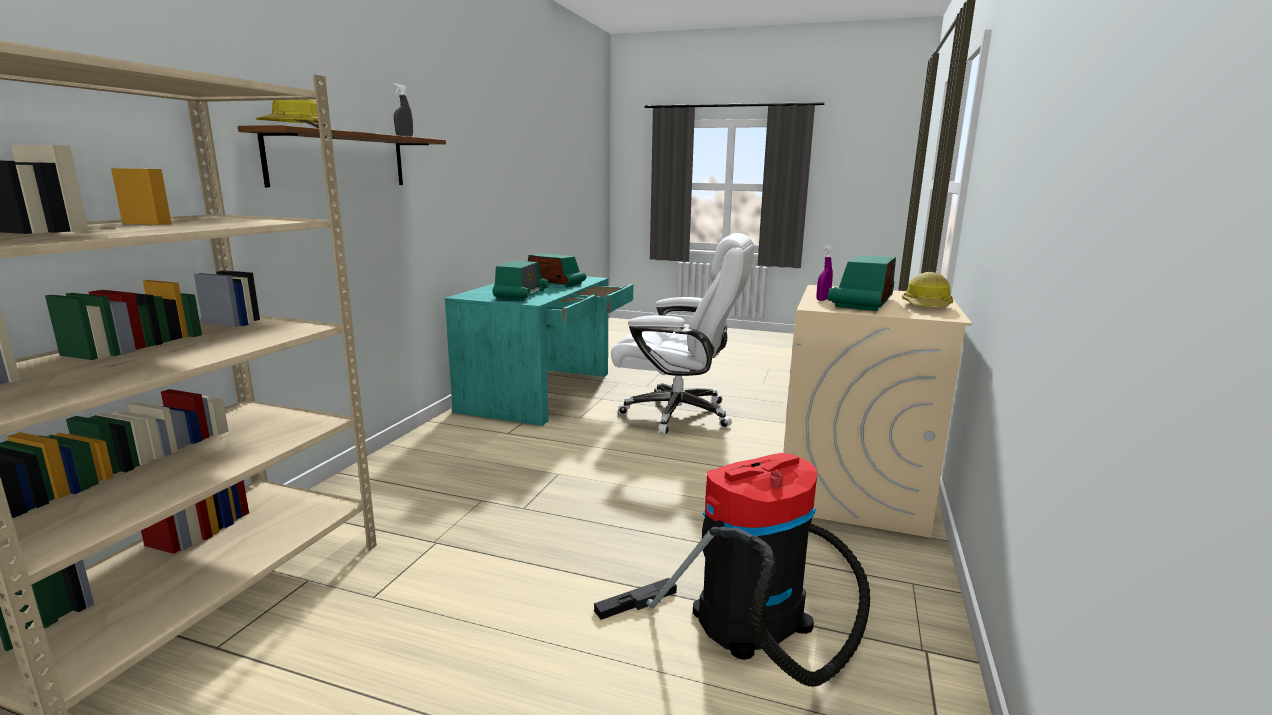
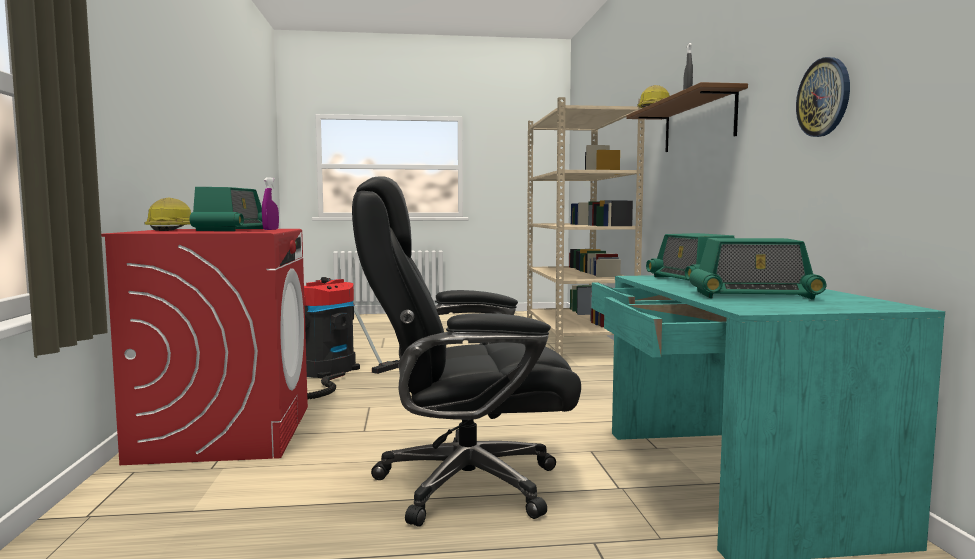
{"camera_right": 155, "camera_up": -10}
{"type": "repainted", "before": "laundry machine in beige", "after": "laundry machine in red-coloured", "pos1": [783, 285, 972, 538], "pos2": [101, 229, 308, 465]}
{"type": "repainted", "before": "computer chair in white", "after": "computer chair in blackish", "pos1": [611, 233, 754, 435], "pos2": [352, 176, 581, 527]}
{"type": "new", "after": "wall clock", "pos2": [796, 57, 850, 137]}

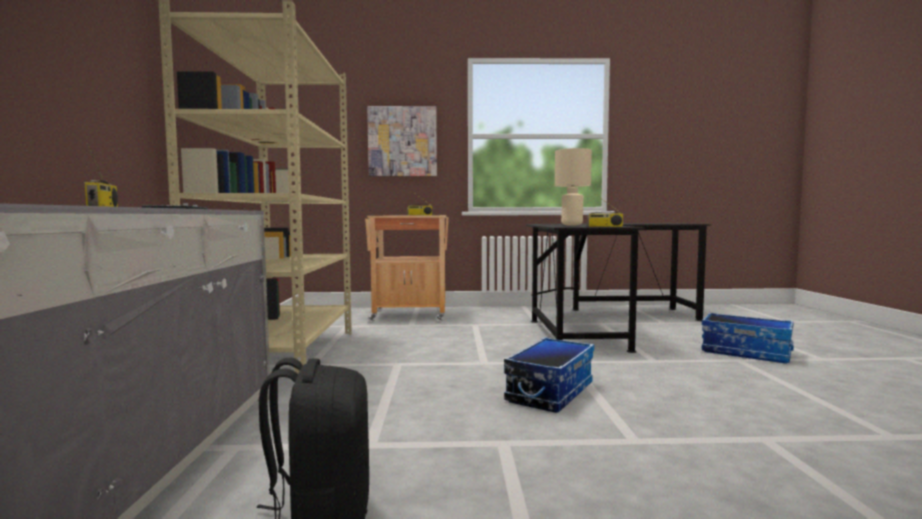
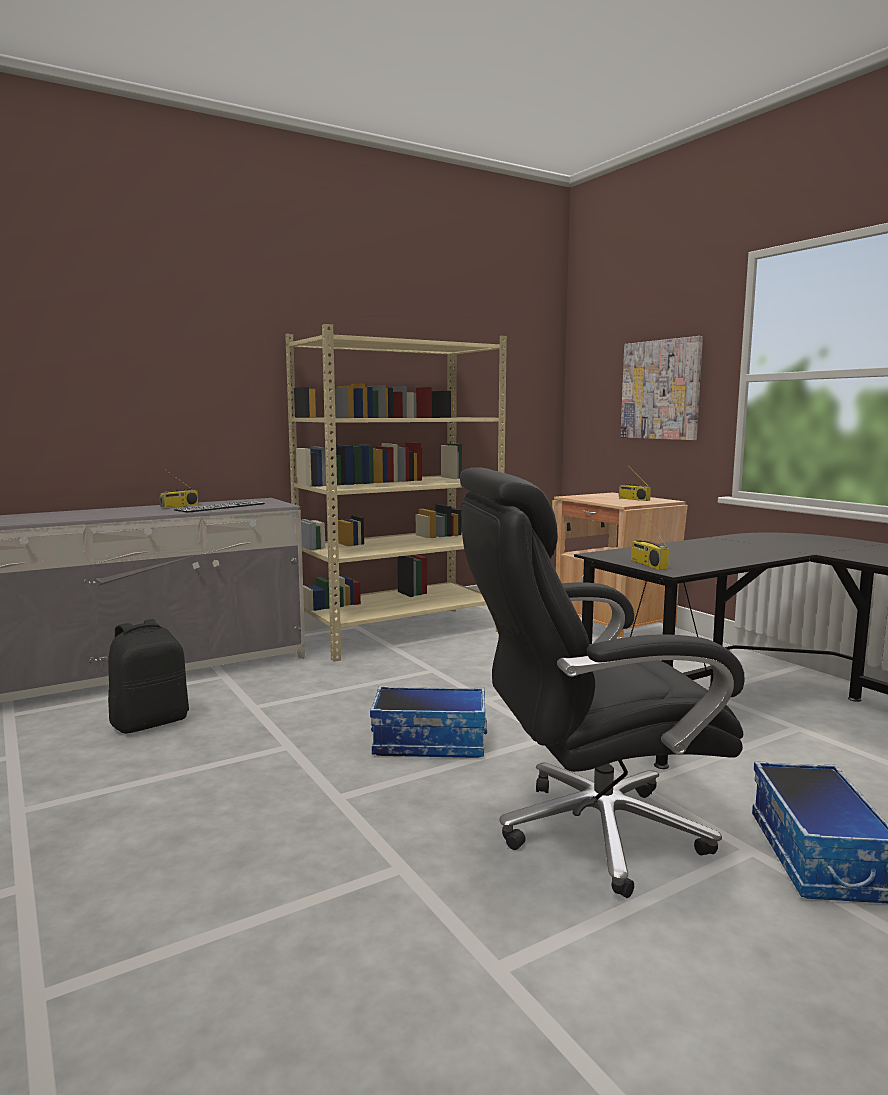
{"camera_right": 60, "camera_up": 5}
{"type": "new", "after": "computer chair in blackish", "pos2": [460, 467, 744, 898]}
{"type": "gone", "before": "table lamp in beige", "pos1": [555, 148, 592, 226]}

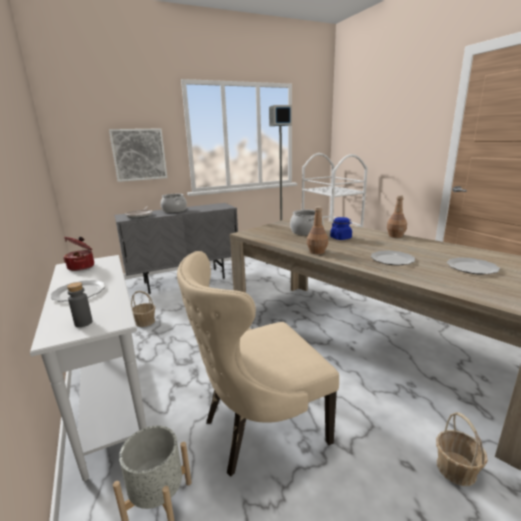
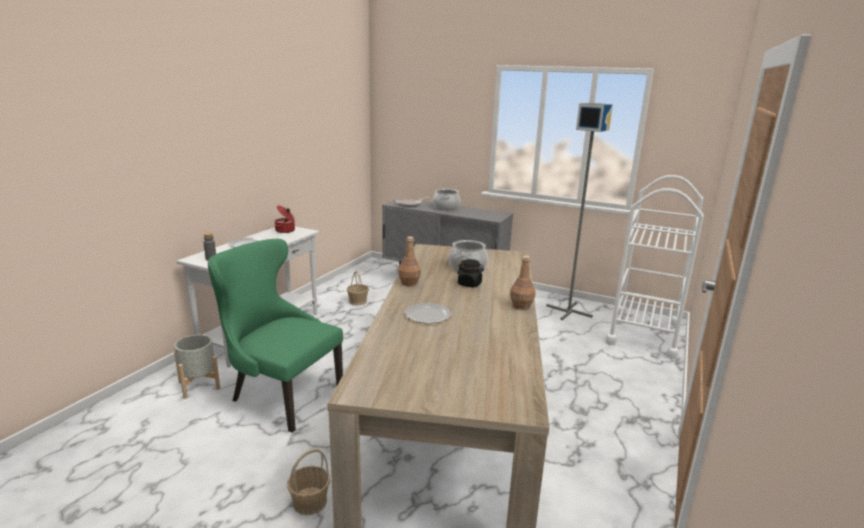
{"camera_right": 50, "camera_up": 0}
{"type": "repainted", "before": "upright chair in beige", "after": "upright chair in green", "pos1": [177, 251, 339, 477], "pos2": [208, 239, 343, 433]}
{"type": "repainted", "before": "preserve jar in bluish", "after": "preserve jar in blackish", "pos1": [330, 217, 352, 240], "pos2": [457, 259, 484, 288]}
{"type": "gone", "before": "picture", "pos1": [109, 128, 167, 182]}
{"type": "gone", "before": "dinner plate", "pos1": [447, 258, 500, 274]}

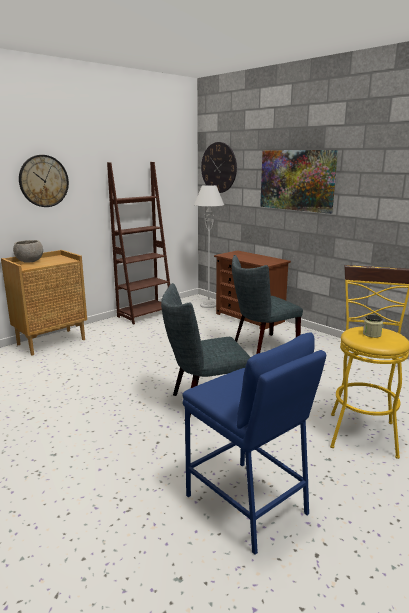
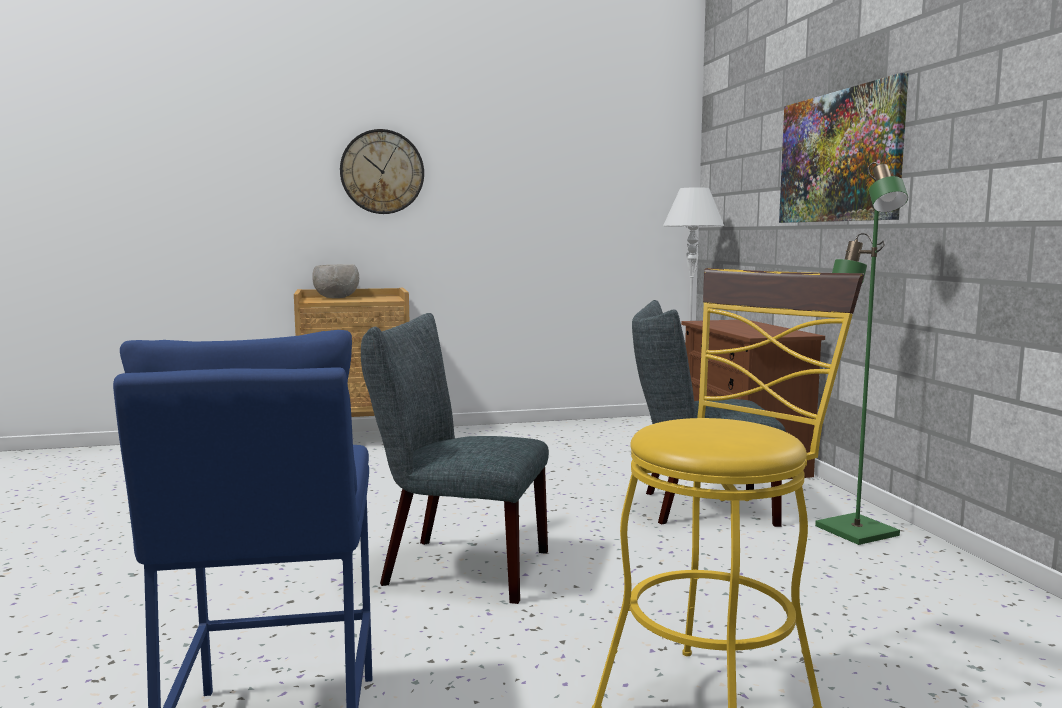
{"camera_right": 30, "camera_up": -10}
{"type": "new", "after": "standing lamp in green", "pos2": [815, 162, 908, 545]}
{"type": "gone", "before": "bookshelf in brown", "pos1": [107, 162, 170, 324]}
{"type": "gone", "before": "wall clock", "pos1": [201, 142, 237, 193]}
{"type": "gone", "before": "preserve jar", "pos1": [363, 315, 383, 338]}

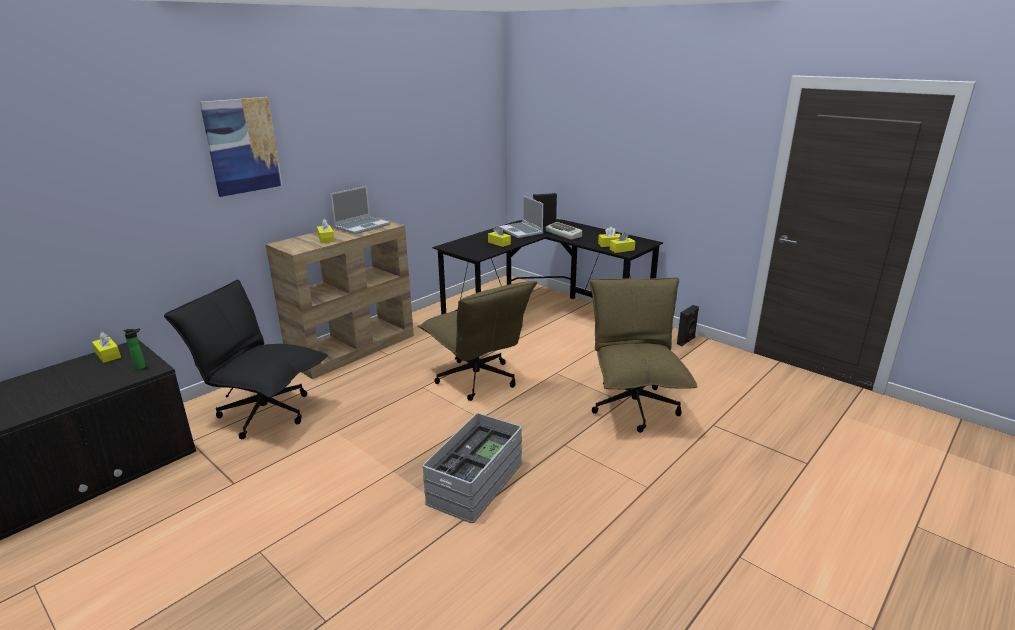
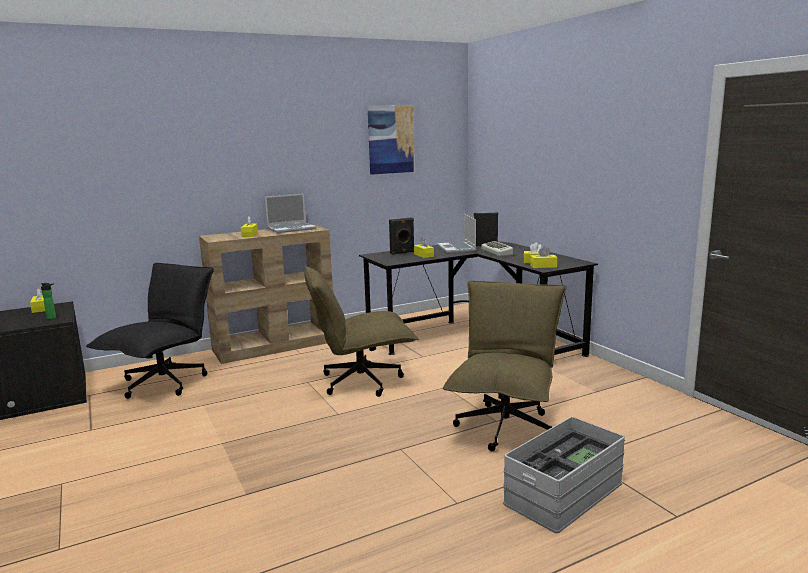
{"camera_right": 20, "camera_up": -10}
{"type": "rotated", "before": "computer chair in blackish", "pos1": [164, 280, 328, 439], "pos2": [86, 263, 214, 399], "turn": 75}
{"type": "rotated", "before": "computer chair in beige", "pos1": [417, 281, 537, 401], "pos2": [304, 266, 419, 397], "turn": 90}
{"type": "shifted", "before": "picture", "pos1": [200, 97, 282, 197], "pos2": [367, 105, 415, 175]}
{"type": "shifted", "before": "audio speaker in blackish", "pos1": [677, 305, 699, 346], "pos2": [389, 218, 414, 255]}
{"type": "shifted", "before": "storage container in gray", "pos1": [423, 413, 522, 523], "pos2": [503, 417, 625, 533]}

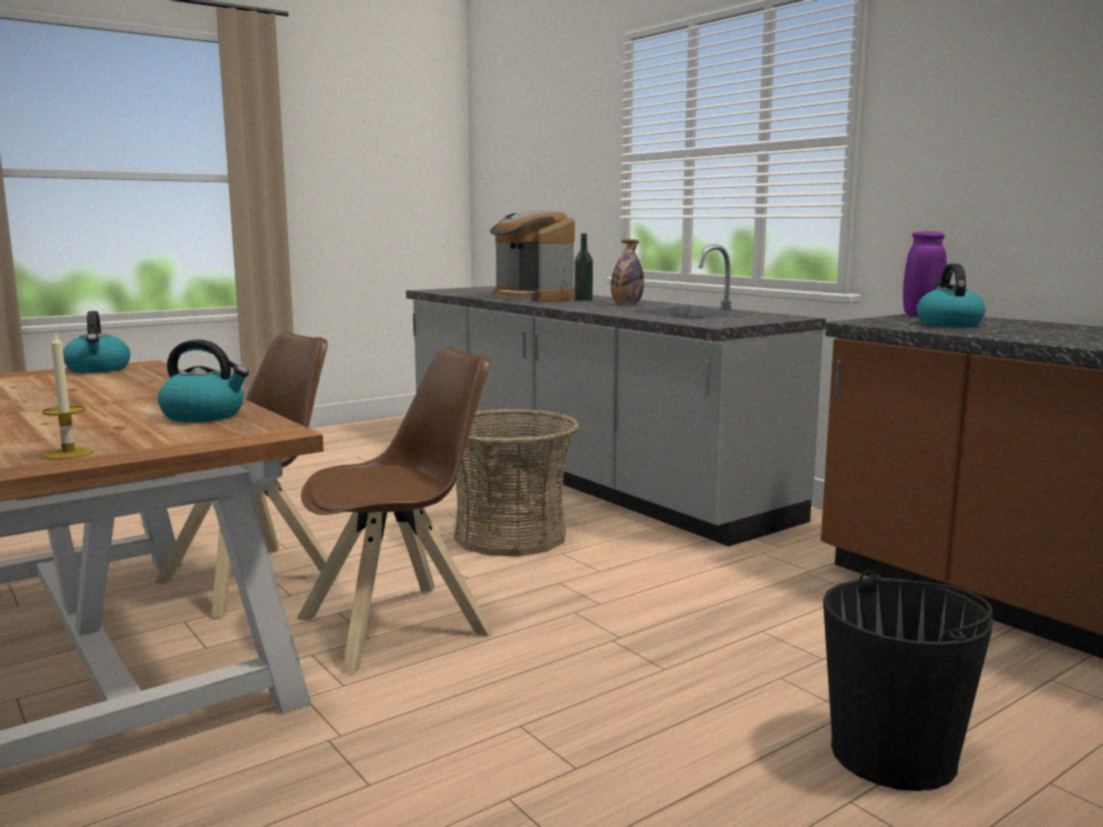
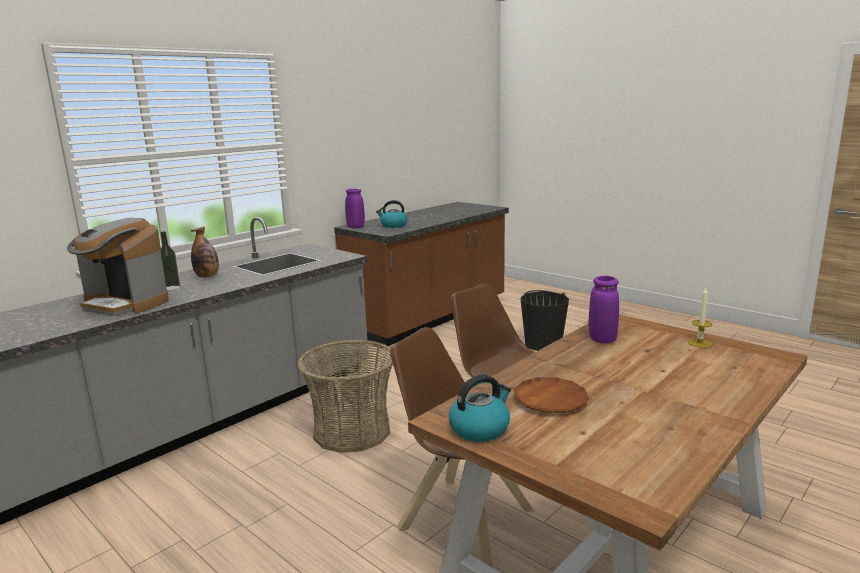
{"camera_right": -100, "camera_up": 5}
{"type": "rotated", "before": "coffee brewer", "pos1": [490, 210, 575, 302], "pos2": [67, 218, 169, 316], "turn": 75}
{"type": "new", "after": "dinner plate in brown", "pos2": [514, 377, 589, 413]}
{"type": "swapped", "before": "tea kettle", "after": "flower vase in purple", "pos1": [158, 339, 249, 422], "pos2": [589, 276, 619, 343]}

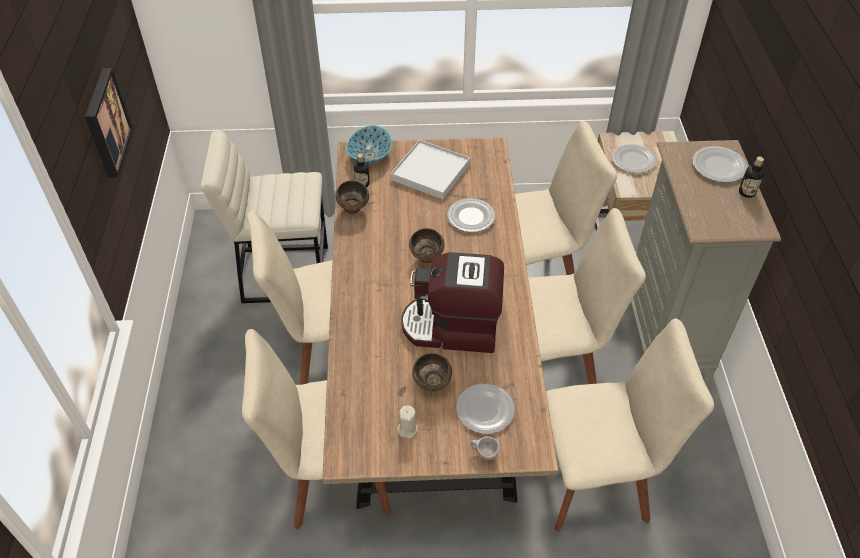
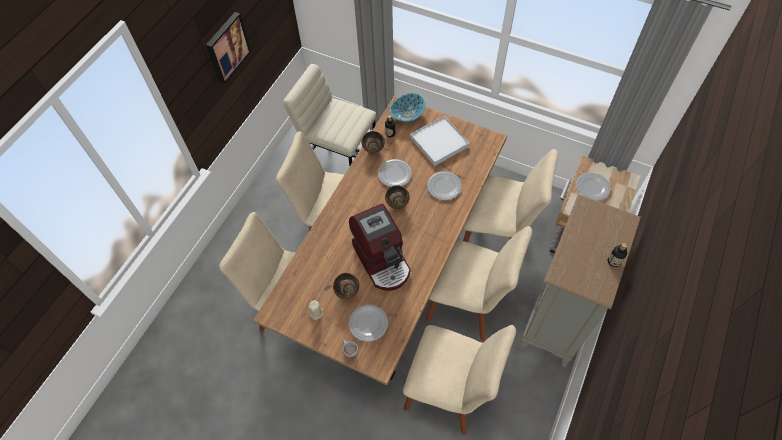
{"camera_right": 30, "camera_up": 10}
{"type": "rotated", "before": "coffee brewer", "pos1": [401, 252, 504, 353], "pos2": [349, 203, 411, 291], "turn": -150}
{"type": "shifted", "before": "dinner plate", "pos1": [693, 146, 748, 182], "pos2": [378, 159, 412, 187]}

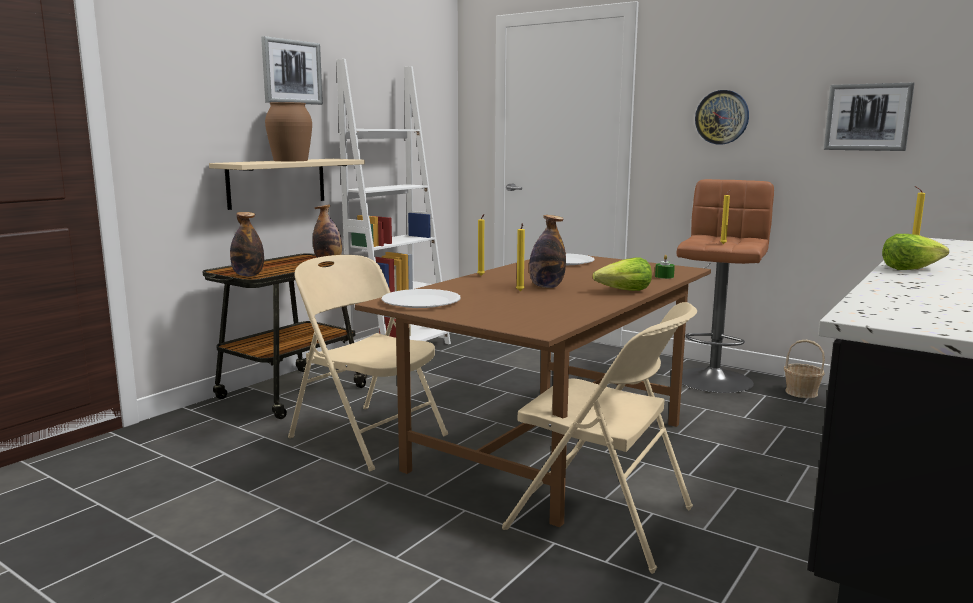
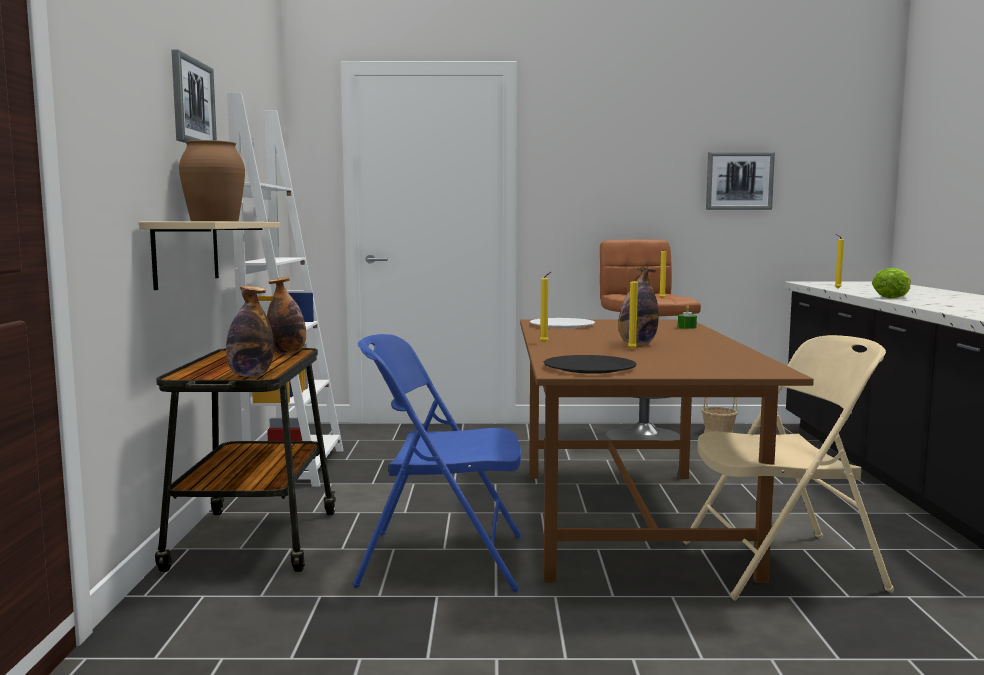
{"camera_right": -35, "camera_up": -5}
{"type": "repainted", "before": "upright chair in beige", "after": "upright chair in bluish", "pos1": [288, 255, 448, 471], "pos2": [353, 334, 521, 592]}
{"type": "repainted", "before": "dinner plate in white", "after": "dinner plate in blackish", "pos1": [382, 289, 461, 308], "pos2": [544, 355, 637, 374]}
{"type": "gone", "before": "lettuce head", "pos1": [593, 257, 652, 291]}
{"type": "gone", "before": "wall clock", "pos1": [695, 90, 749, 144]}

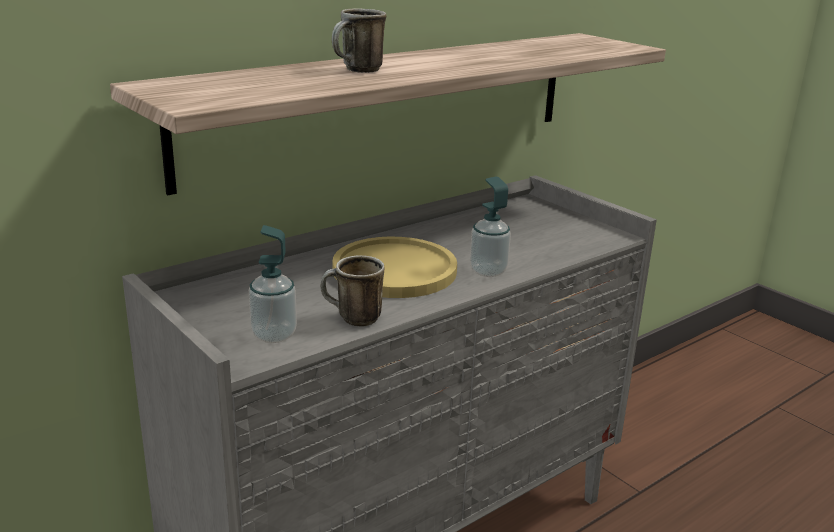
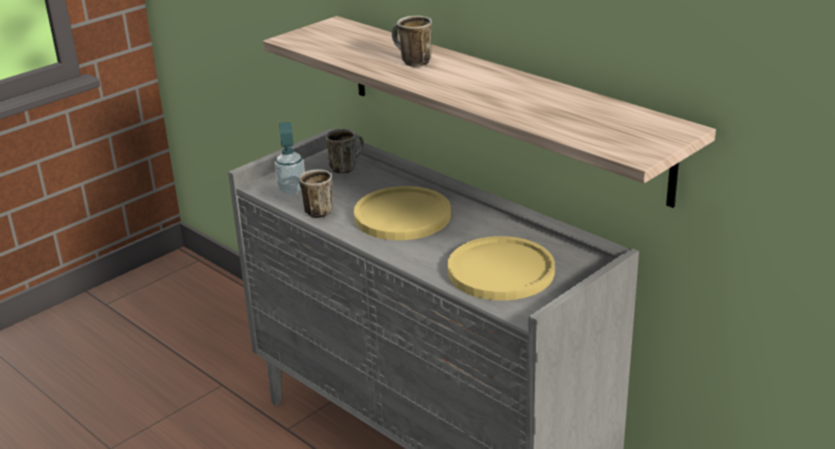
{"camera_right": 85, "camera_up": 5}
{"type": "new", "after": "coffee mug", "pos2": [326, 129, 364, 174]}
{"type": "new", "after": "dinner plate in yellow", "pos2": [448, 236, 555, 300]}
{"type": "gone", "before": "soap dispenser", "pos1": [470, 177, 511, 277]}

